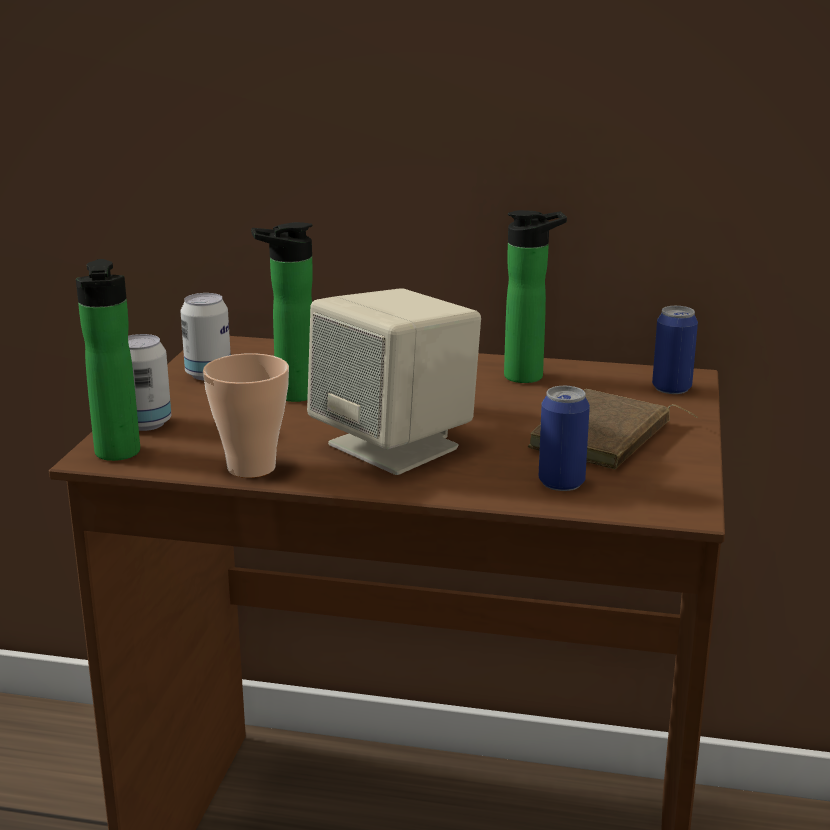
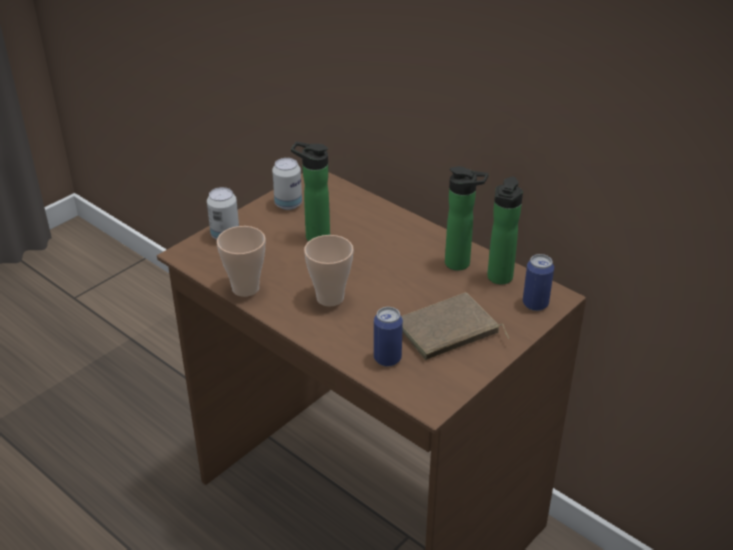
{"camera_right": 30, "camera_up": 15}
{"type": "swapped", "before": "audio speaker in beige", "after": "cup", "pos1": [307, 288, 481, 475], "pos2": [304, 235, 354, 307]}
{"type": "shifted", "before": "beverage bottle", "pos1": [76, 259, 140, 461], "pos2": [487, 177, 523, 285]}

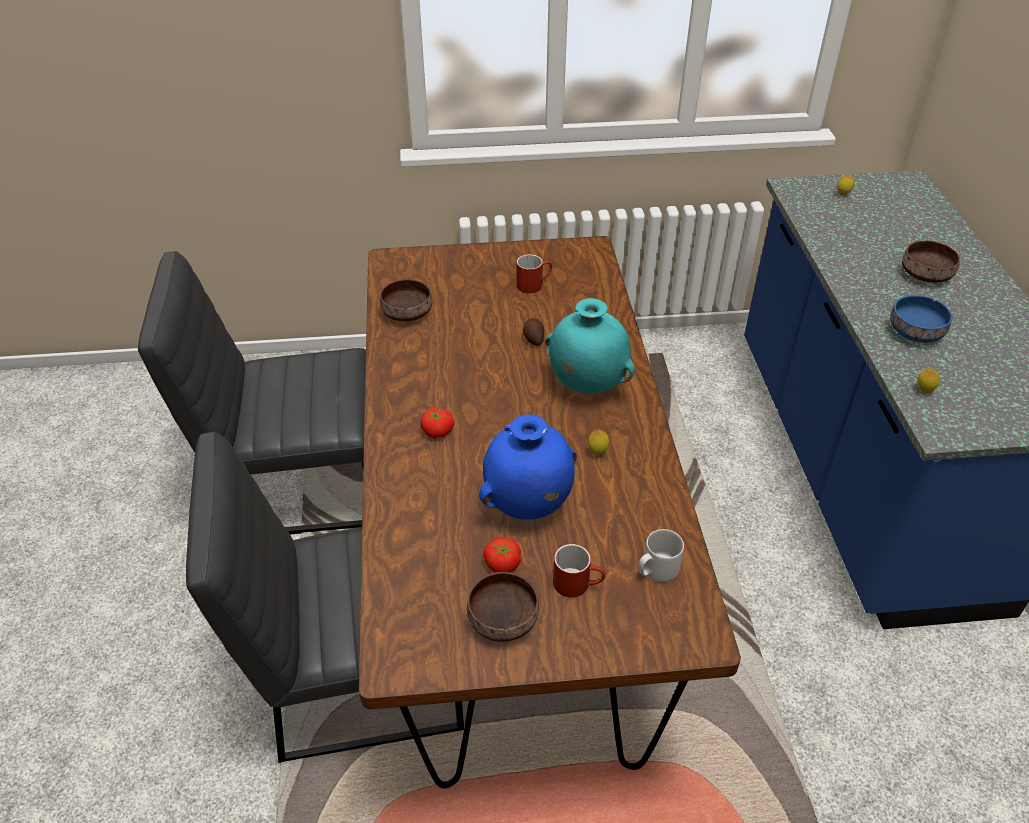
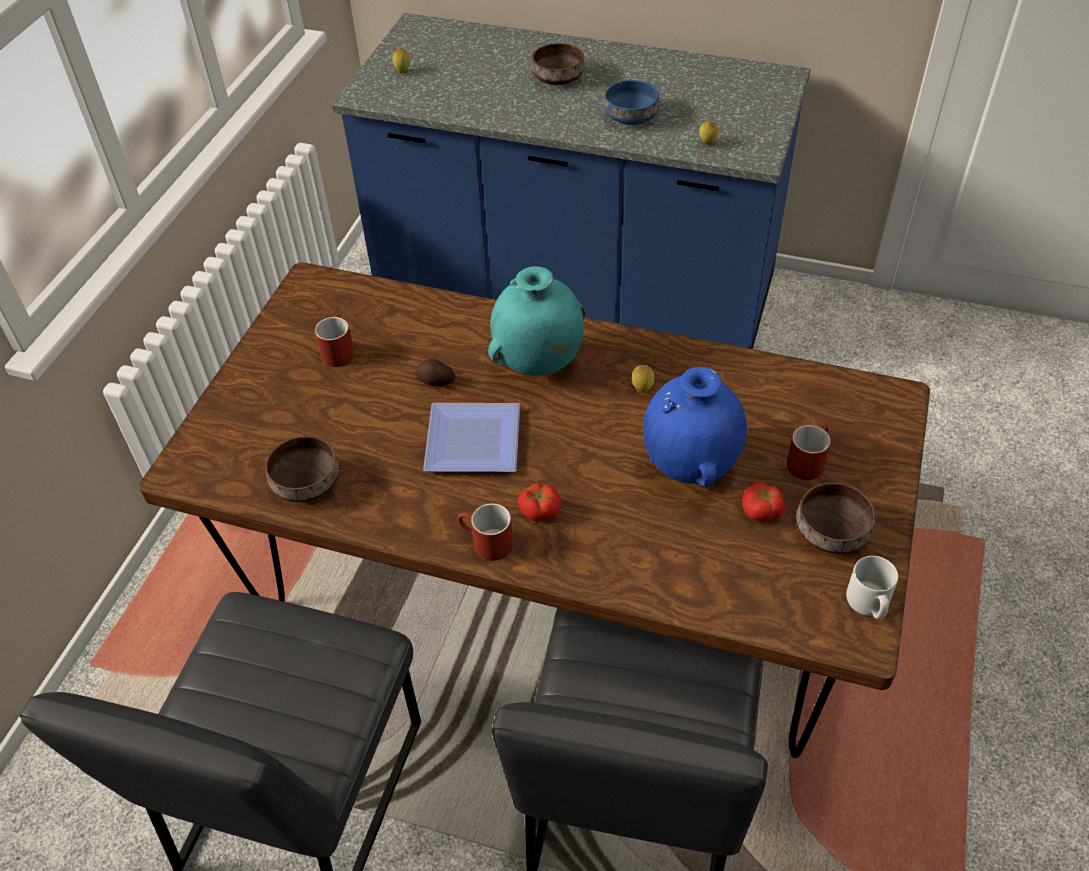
{"camera_right": -65, "camera_up": 5}
{"type": "new", "after": "dinner plate", "pos2": [423, 403, 520, 472]}
{"type": "new", "after": "coffee mug in red-coloured", "pos2": [458, 503, 513, 561]}
{"type": "shifted", "before": "coffee mug in gray", "pos1": [638, 529, 684, 582], "pos2": [846, 556, 898, 619]}

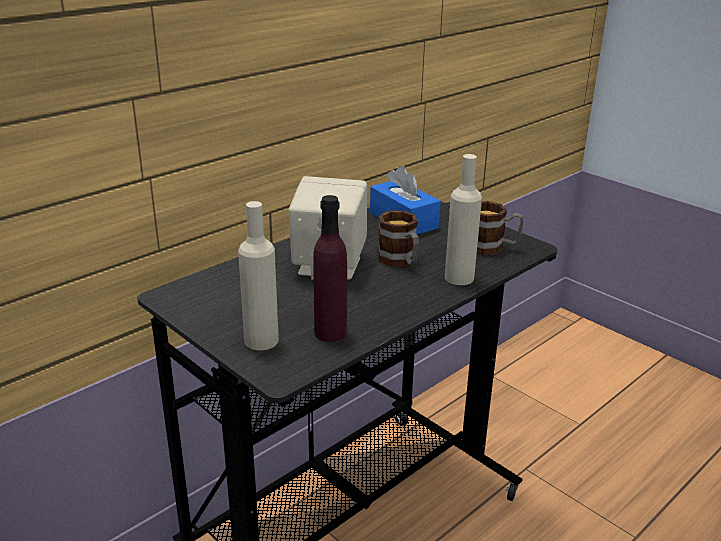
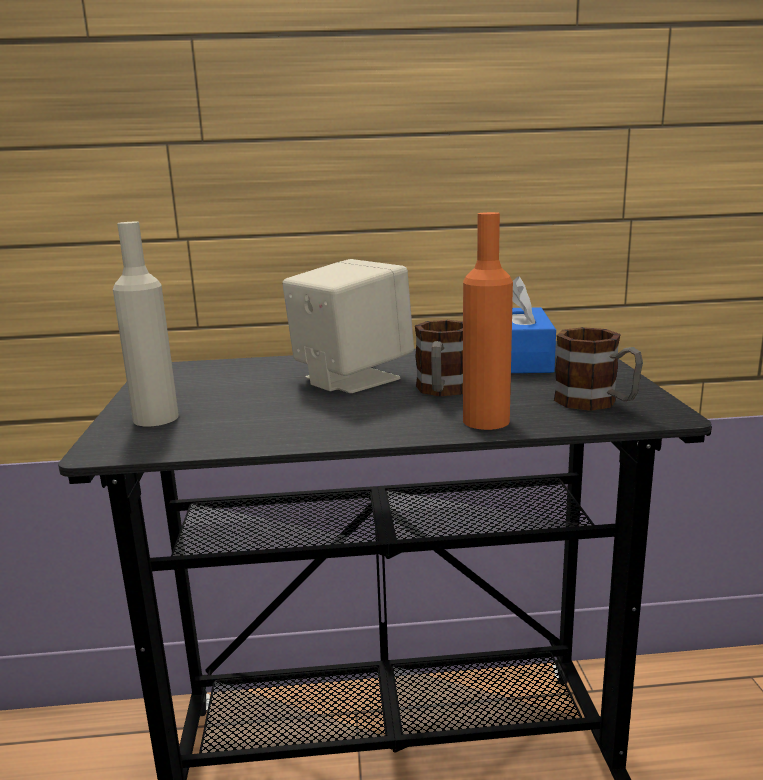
{"camera_right": 40, "camera_up": -10}
{"type": "repainted", "before": "beverage bottle in beige", "after": "beverage bottle in orangey", "pos1": [445, 154, 482, 285], "pos2": [463, 212, 513, 430]}
{"type": "gone", "before": "beverage bottle in purple", "pos1": [313, 195, 347, 342]}

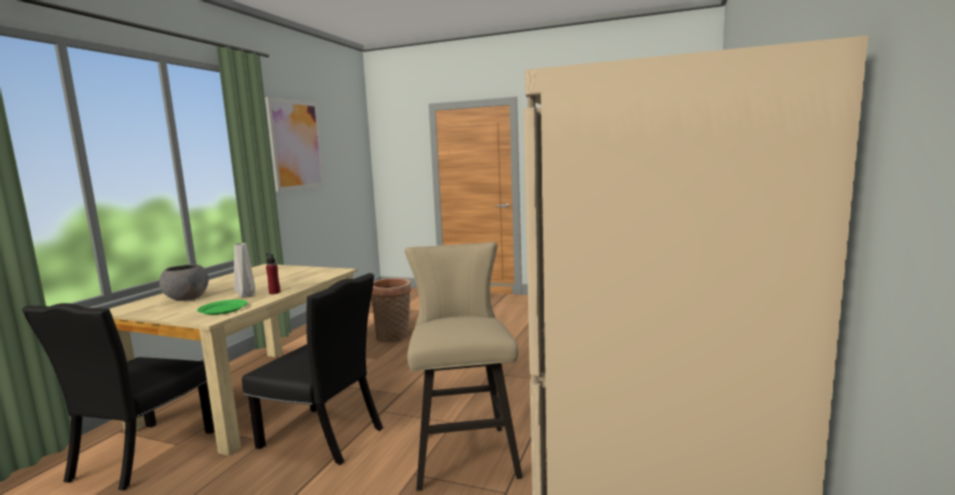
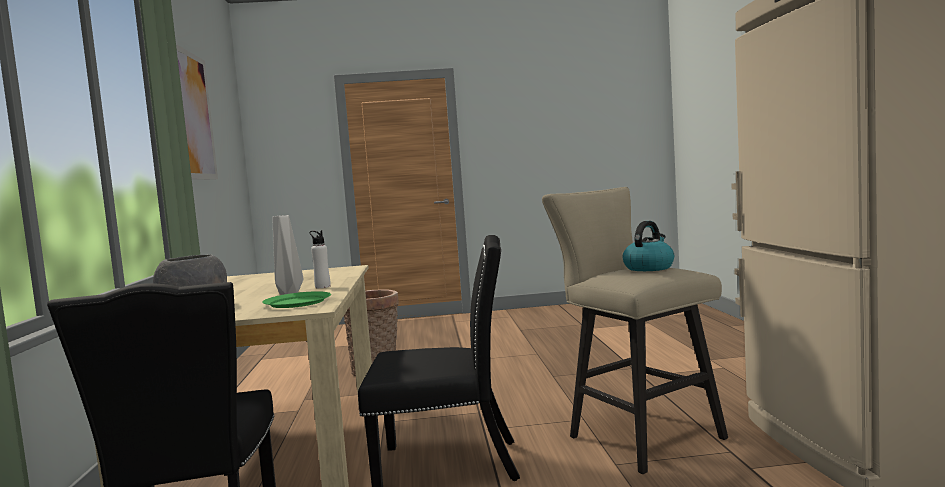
{"camera_right": -25, "camera_up": -5}
{"type": "repainted", "before": "beverage bottle in red-coloured", "after": "beverage bottle in white", "pos1": [266, 254, 280, 294], "pos2": [309, 230, 331, 288]}
{"type": "new", "after": "tea kettle", "pos2": [623, 221, 674, 271]}

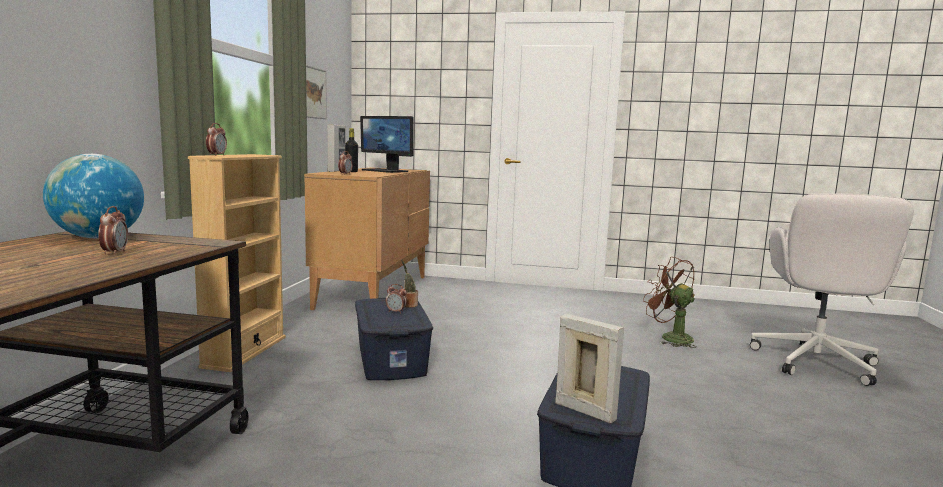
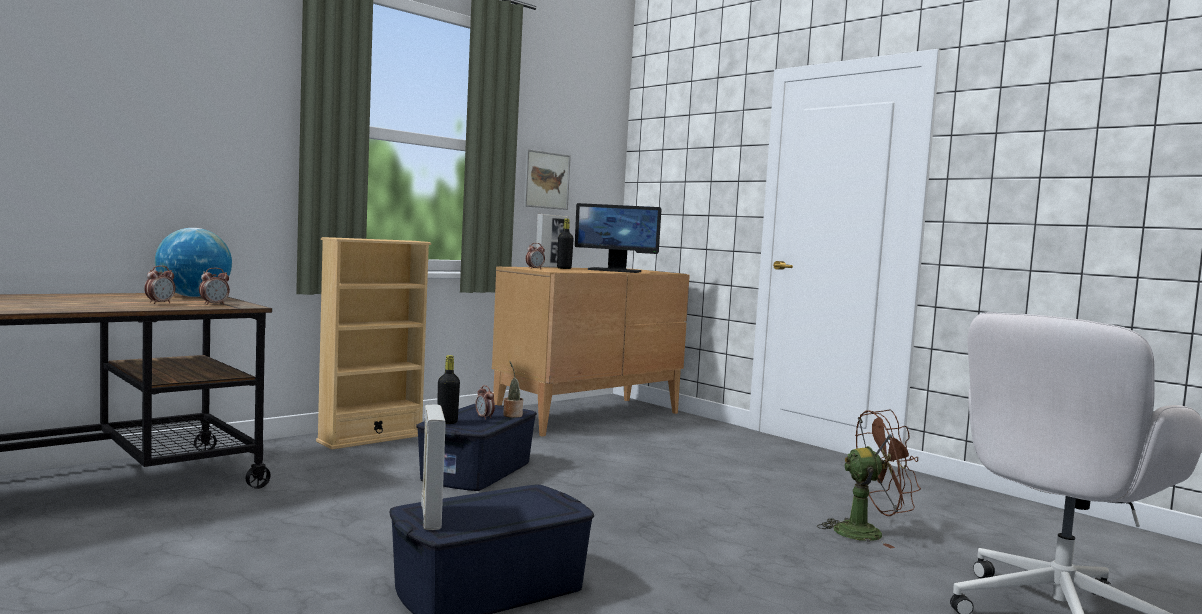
{"camera_right": 35, "camera_up": -5}
{"type": "shifted", "before": "table clock", "pos1": [206, 123, 227, 156], "pos2": [199, 268, 230, 305]}
{"type": "new", "after": "beverage bottle in blackish", "pos2": [437, 355, 460, 424]}
{"type": "rotated", "before": "monitor", "pos1": [360, 116, 414, 173], "pos2": [575, 203, 662, 273], "turn": -60}
{"type": "rotated", "before": "cooling fan in brown", "pos1": [643, 257, 697, 348], "pos2": [817, 410, 921, 548], "turn": 90}

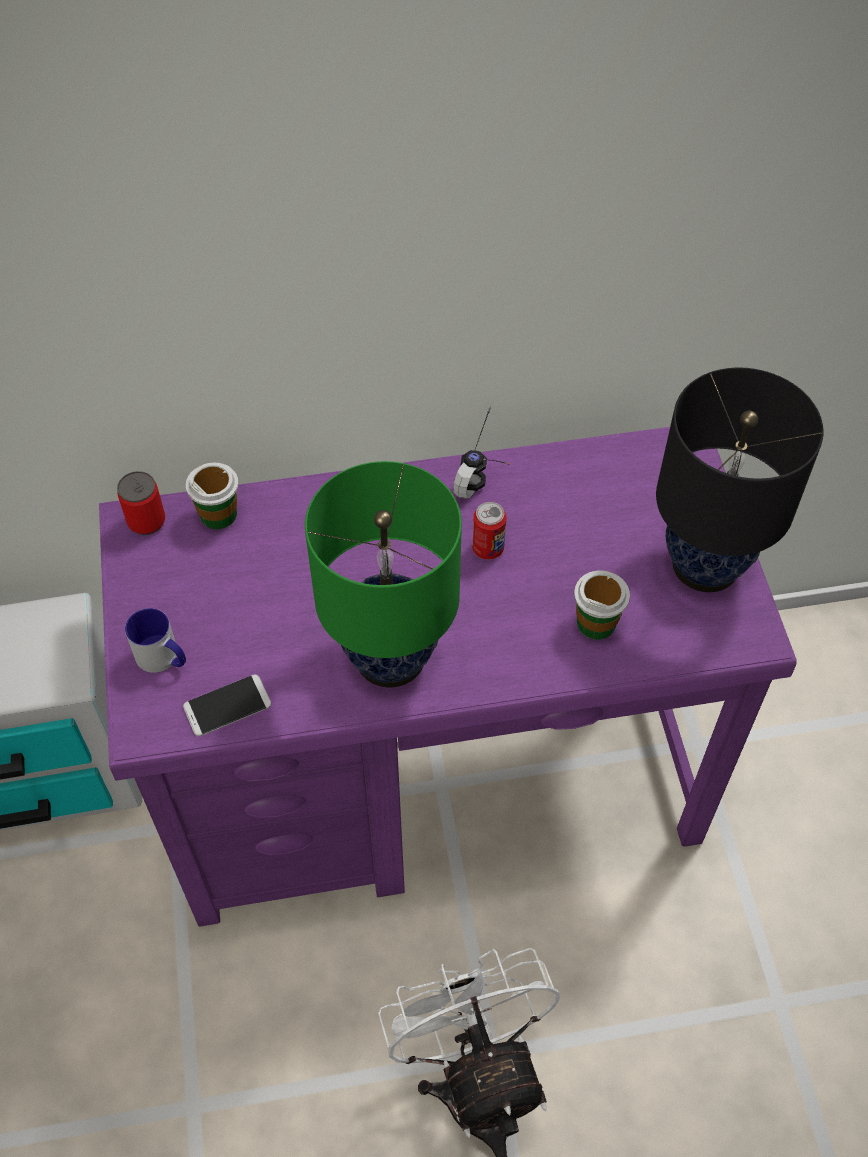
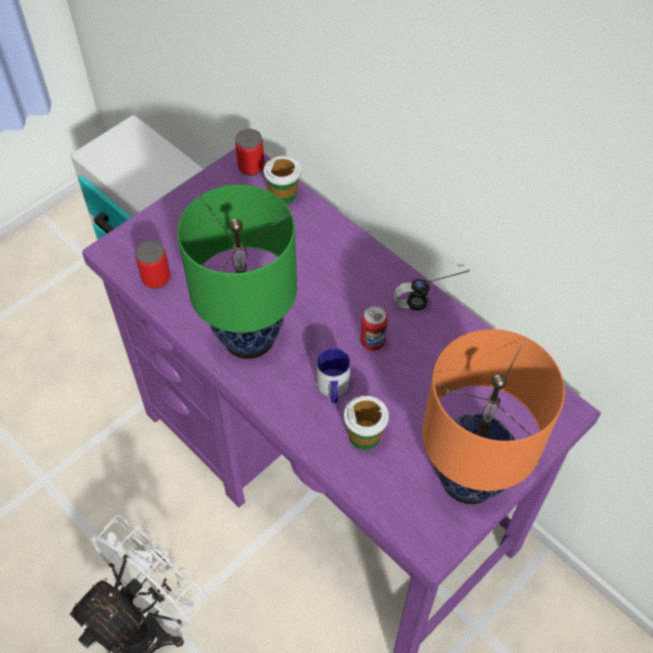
{"camera_right": 55, "camera_up": 0}
{"type": "swapped", "before": "phone", "after": "metal can", "pos1": [183, 675, 271, 736], "pos2": [135, 240, 171, 289]}
{"type": "shifted", "before": "coffee mug", "pos1": [125, 608, 186, 673], "pos2": [316, 348, 350, 403]}
{"type": "repainted", "before": "table lamp in blackish", "after": "table lamp in orangey", "pos1": [656, 367, 823, 592], "pos2": [422, 329, 565, 504]}

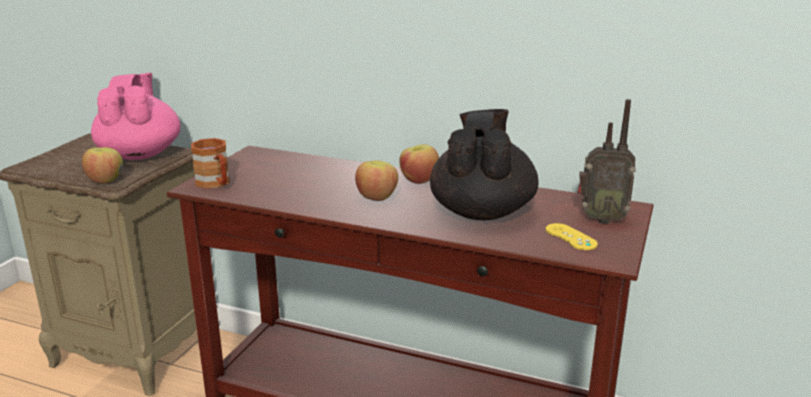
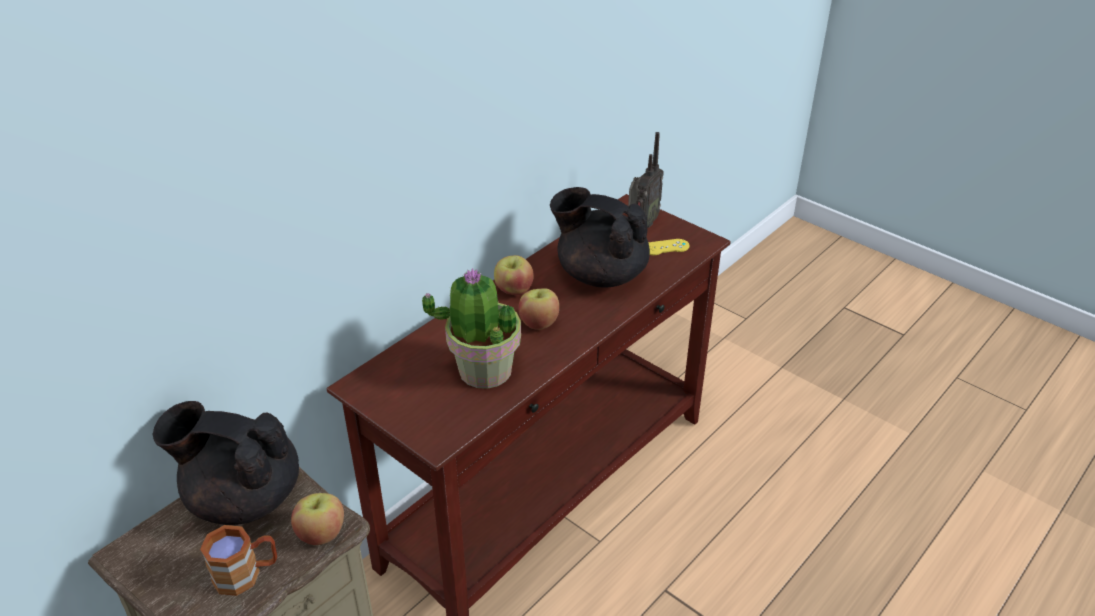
{"camera_right": -70, "camera_up": 15}
{"type": "repainted", "before": "teapot in pink-coloured", "after": "teapot in blackish", "pos1": [91, 73, 181, 160], "pos2": [152, 401, 299, 525]}
{"type": "shifted", "before": "coffee mug in brown", "pos1": [191, 138, 230, 188], "pos2": [200, 525, 277, 596]}
{"type": "new", "after": "houseplant", "pos2": [422, 268, 521, 389]}

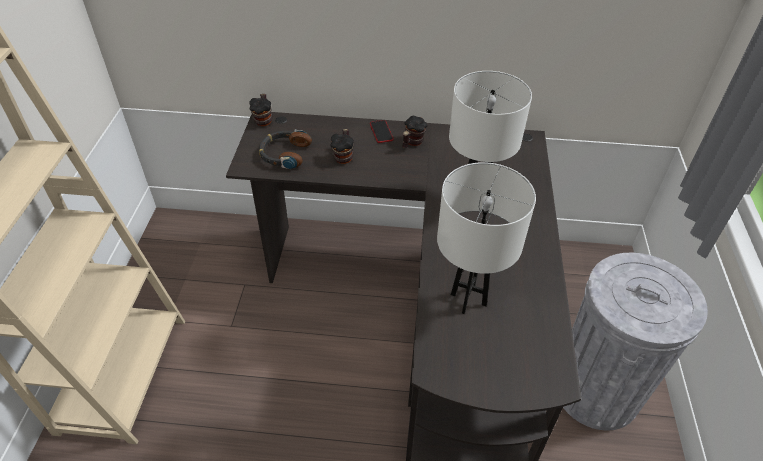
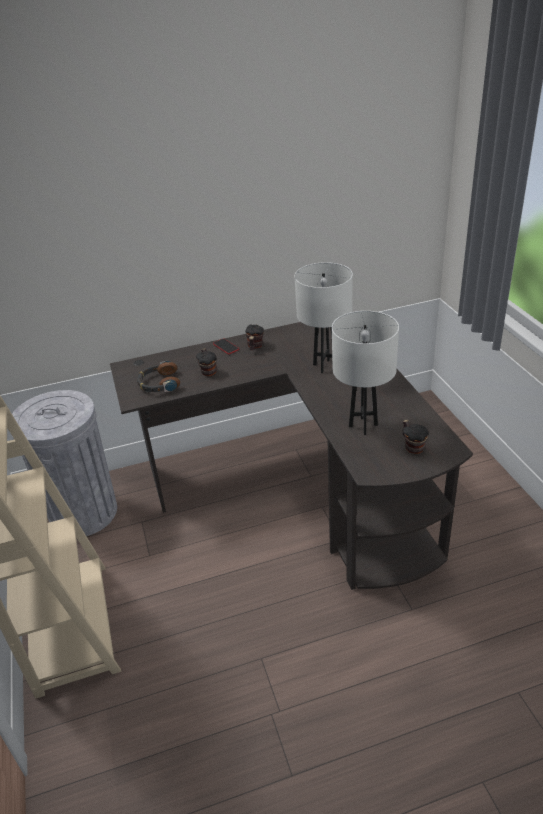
{"camera_right": -20, "camera_up": -10}
{"type": "shifted", "before": "trash can in gray", "pos1": [563, 253, 708, 431], "pos2": [12, 390, 117, 536]}
{"type": "shifted", "before": "coffee mug", "pos1": [249, 94, 272, 126], "pos2": [403, 420, 429, 454]}

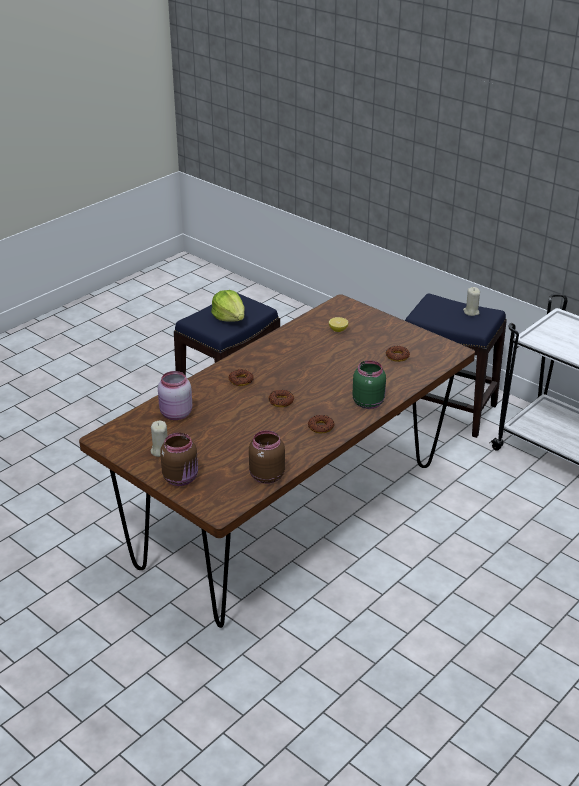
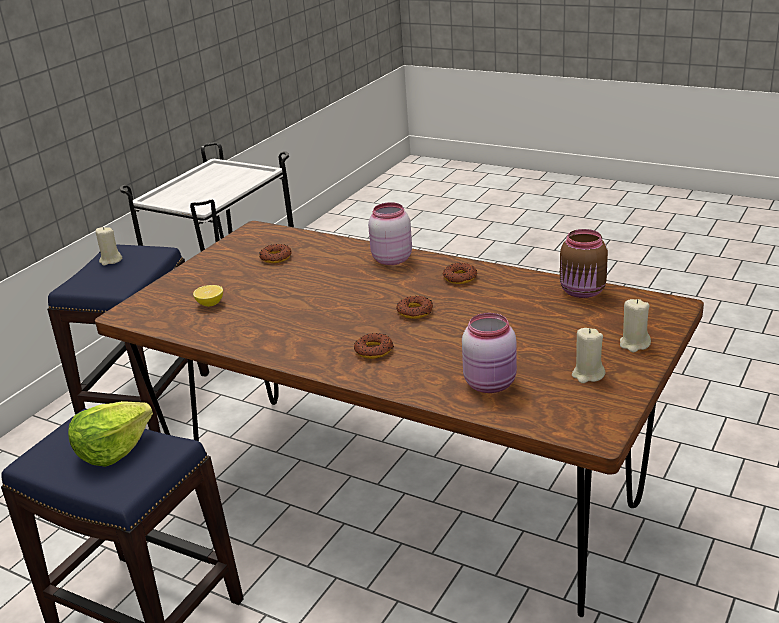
{"camera_right": -100, "camera_up": -5}
{"type": "repainted", "before": "preserve jar in green", "after": "preserve jar in pink-coloured", "pos1": [353, 360, 386, 409], "pos2": [368, 202, 412, 265]}
{"type": "swapped", "before": "preserve jar in brown", "after": "wax candle in beige", "pos1": [160, 433, 198, 486], "pos2": [620, 299, 651, 352]}

